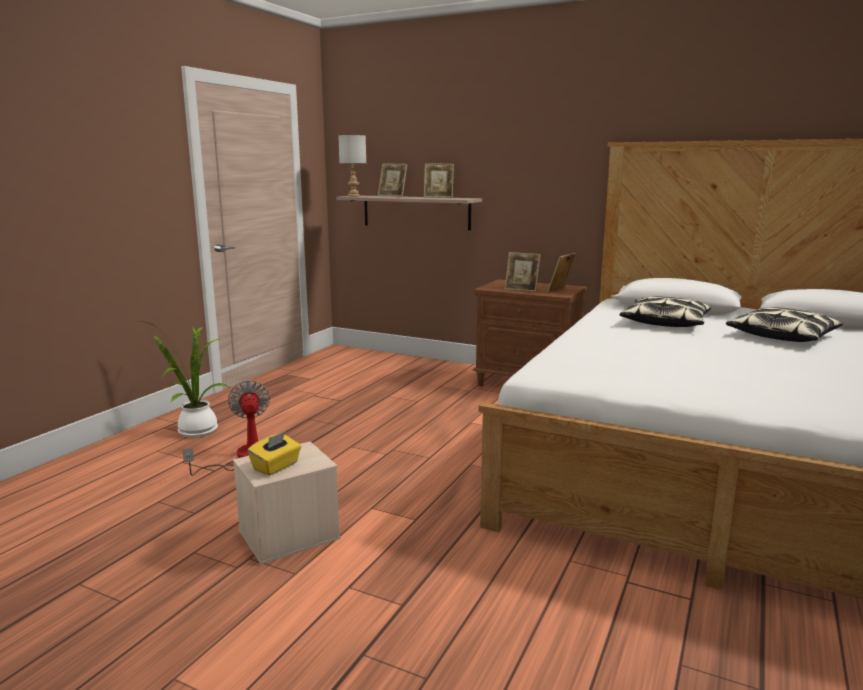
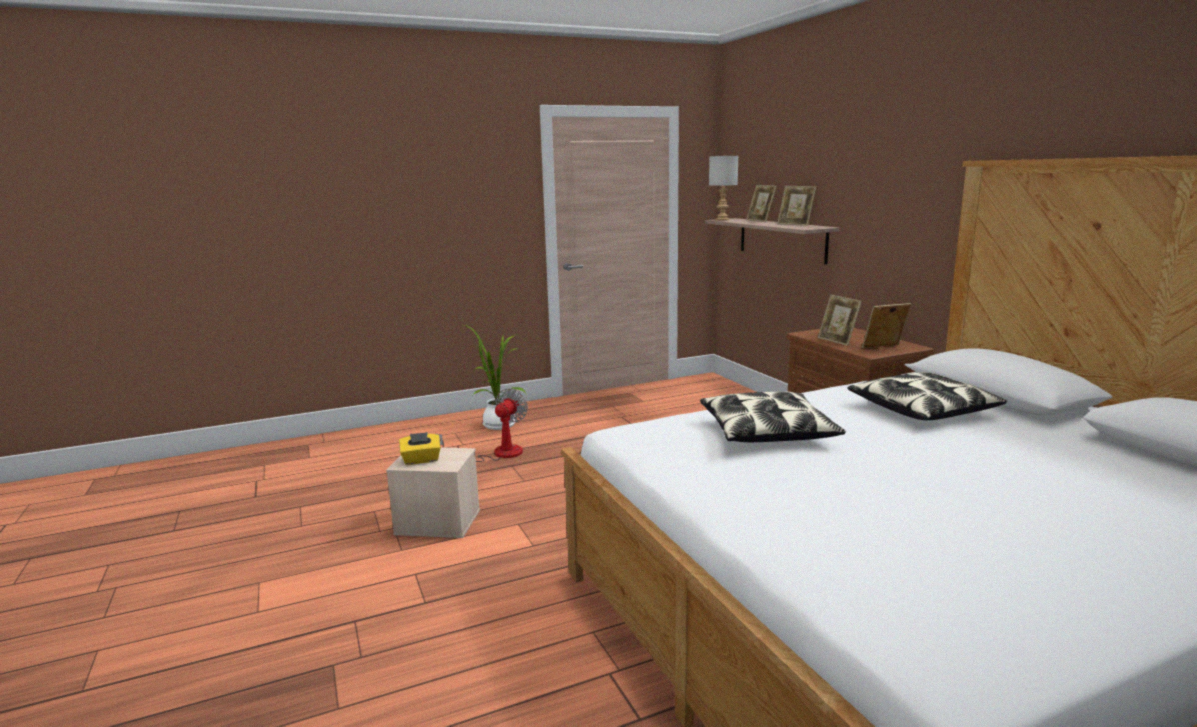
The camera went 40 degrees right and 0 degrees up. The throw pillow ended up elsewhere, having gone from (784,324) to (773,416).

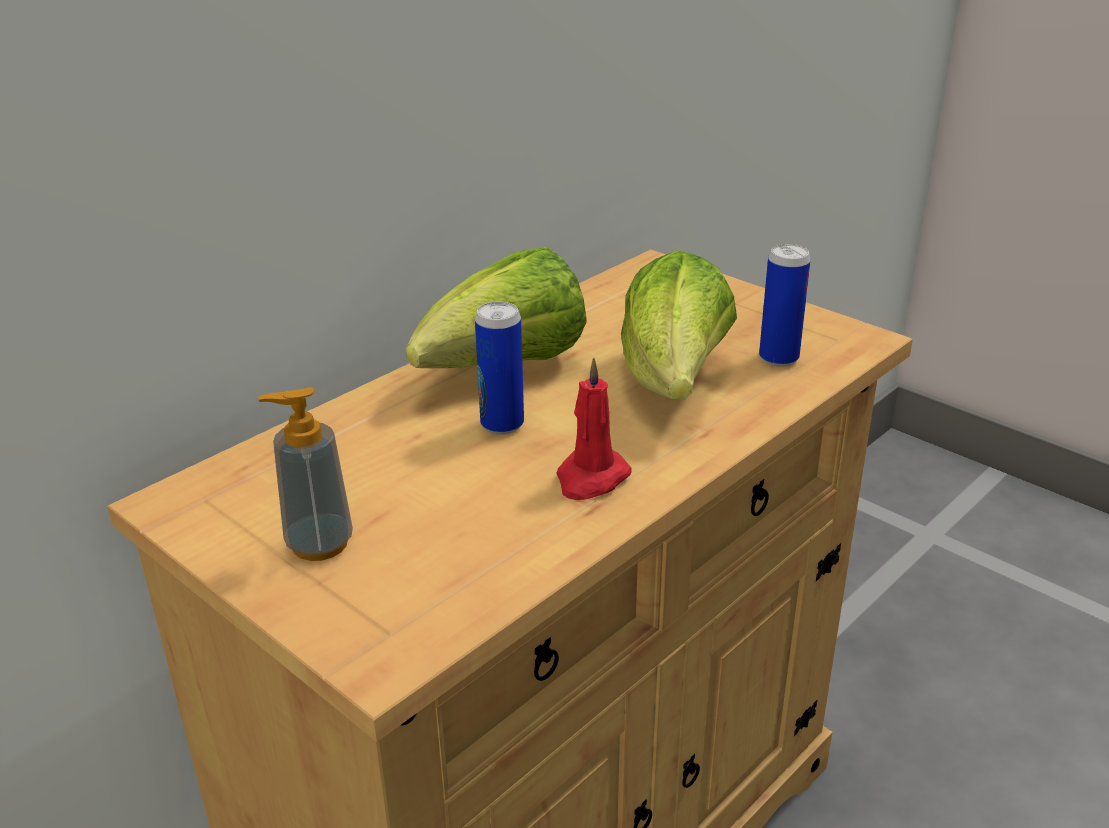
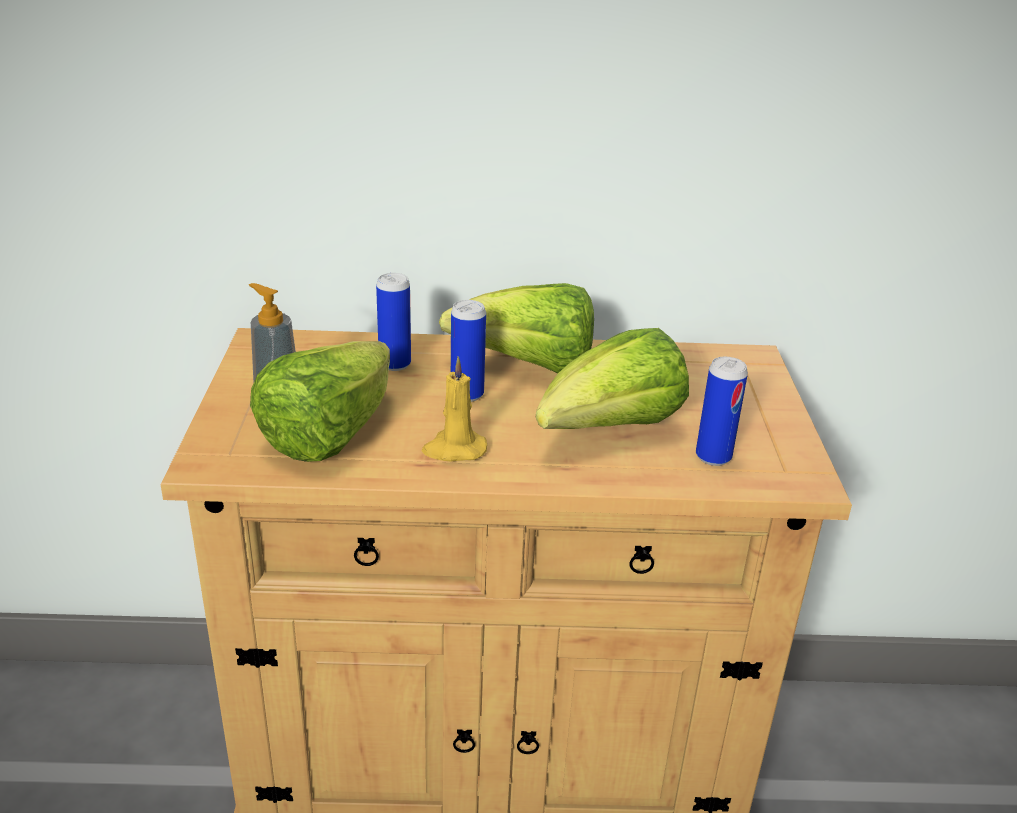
The camera went 45 degrees right and 0 degrees up. The second view gained the lettuce head at (320,401). The second view gained the metal can at (393,322). What was the reddish wax light at (593,428) turned into the yellowish wax light at (454,409).

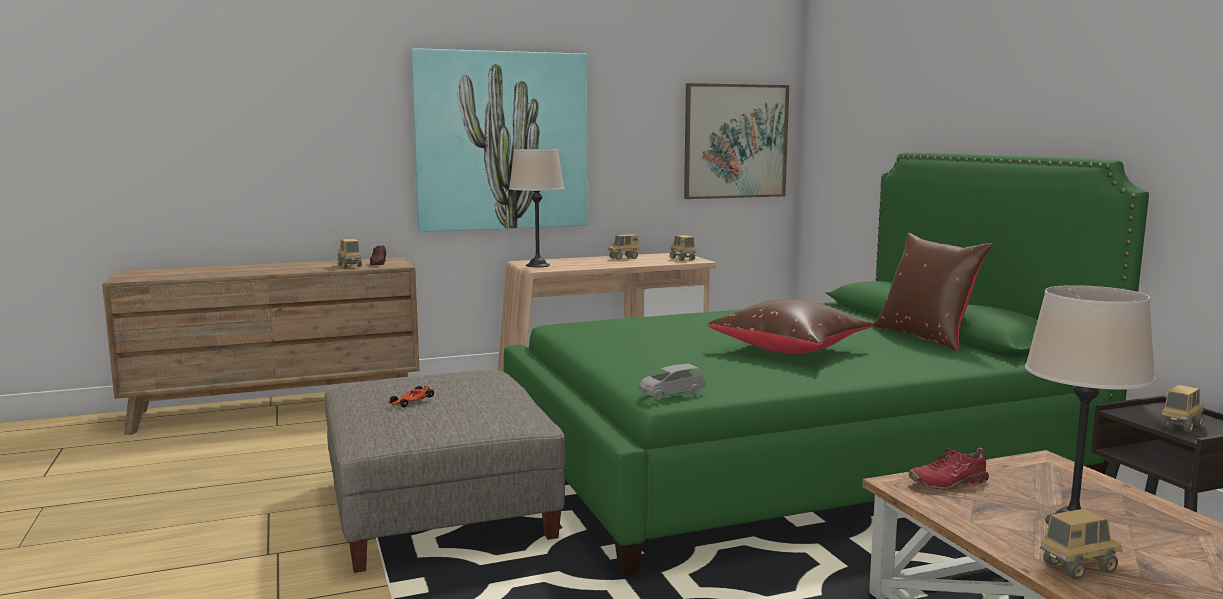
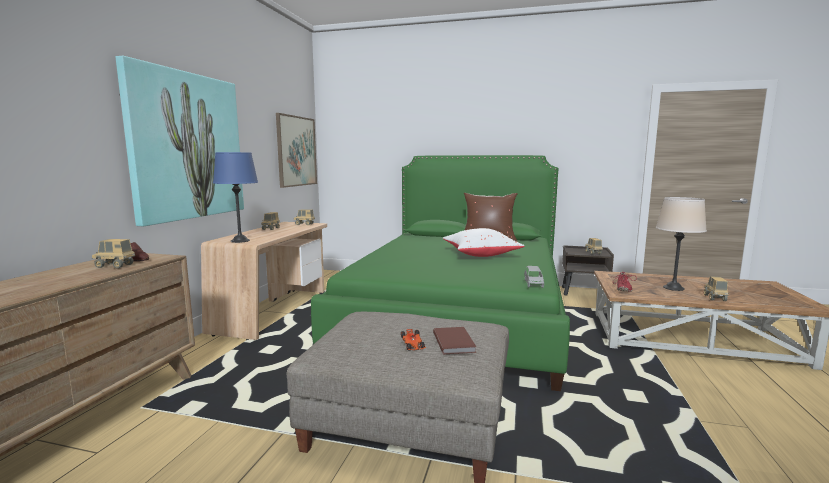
The camera went 55 degrees left and 0 degrees up. What was the sand-coloured lamp for a table at (536,208) turned into the bluish lamp for a table at (235,197). The second view gained the brown-coloured book at (454,340). What was the brown-coloured throw pillow at (791,326) turned into the white throw pillow at (484,242).

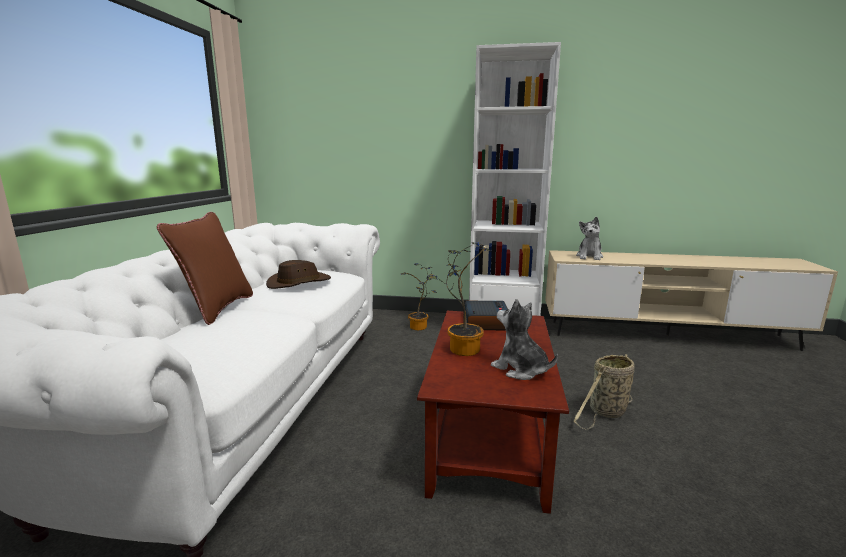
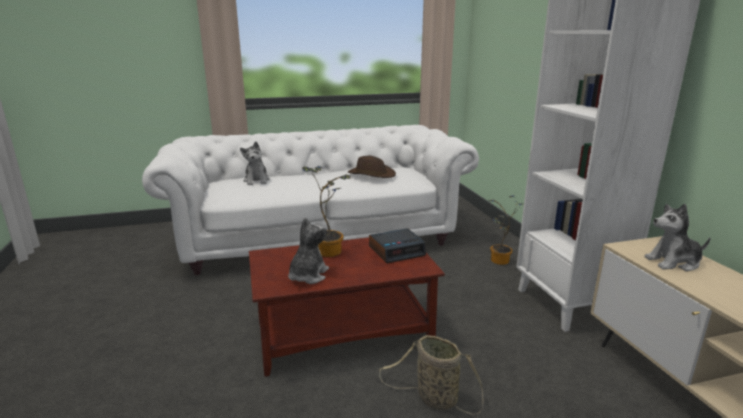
The camera went 65 degrees right and 5 degrees up. The second view gained the cuddly toy at (255,163). The second view lost the brown-coloured throw pillow at (204,268).

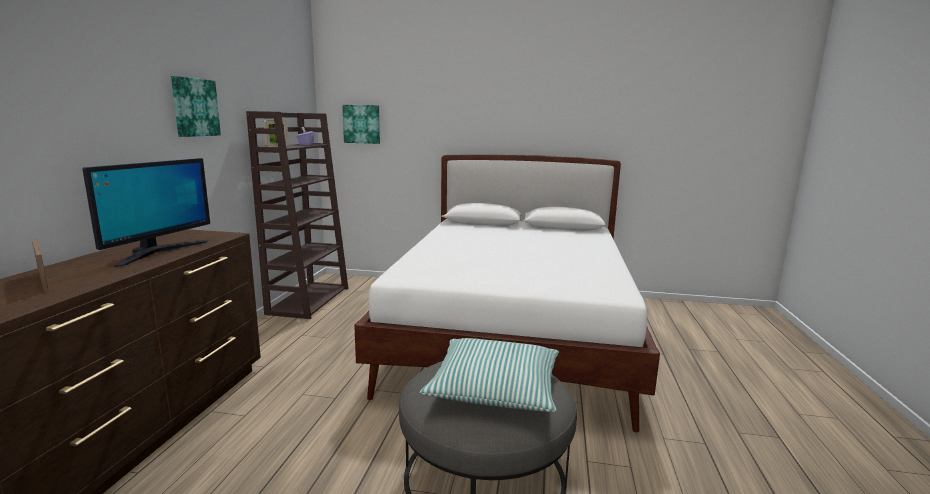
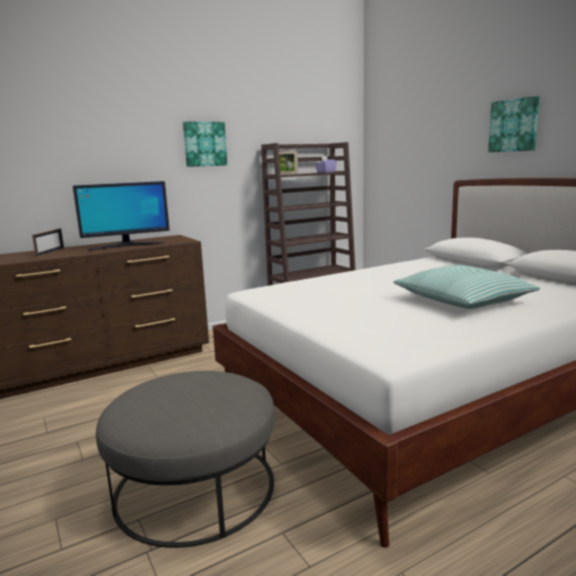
The camera went 50 degrees right and 0 degrees up. The throw pillow ended up elsewhere, having gone from (489,375) to (466,287). The picture ended up elsewhere, having gone from (361,124) to (514,124).

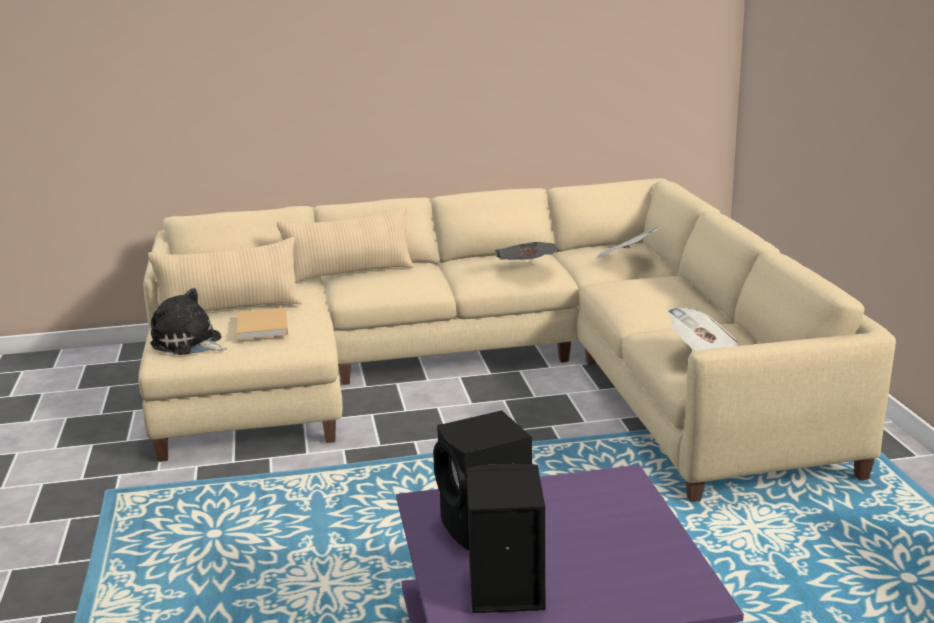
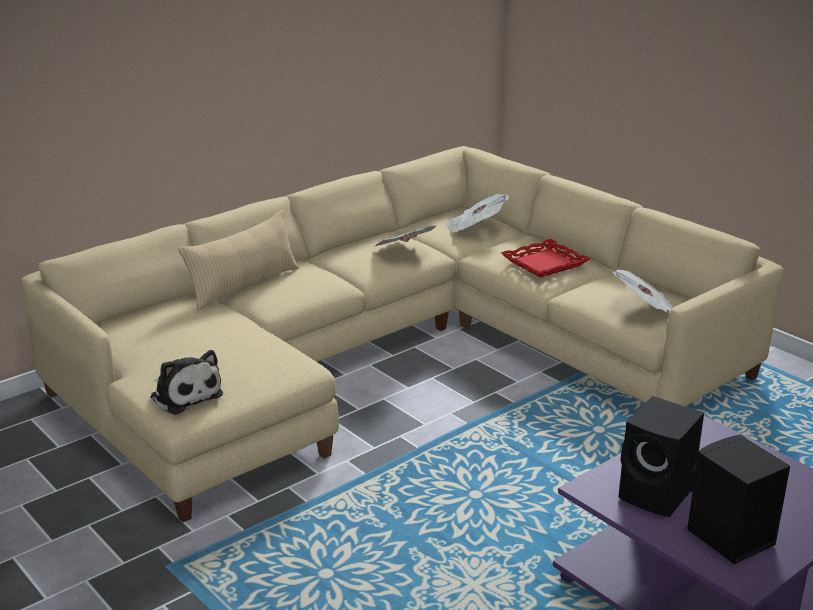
The camera went 30 degrees left and 5 degrees up. The cuddly toy at (188,321) ended up facing another way, 135 degrees counterclockwise from before. The second view gained the reddish tray at (545,258). The second view lost the sand-coloured throw pillow at (225,274). The second view lost the sand-coloured book at (262,323).

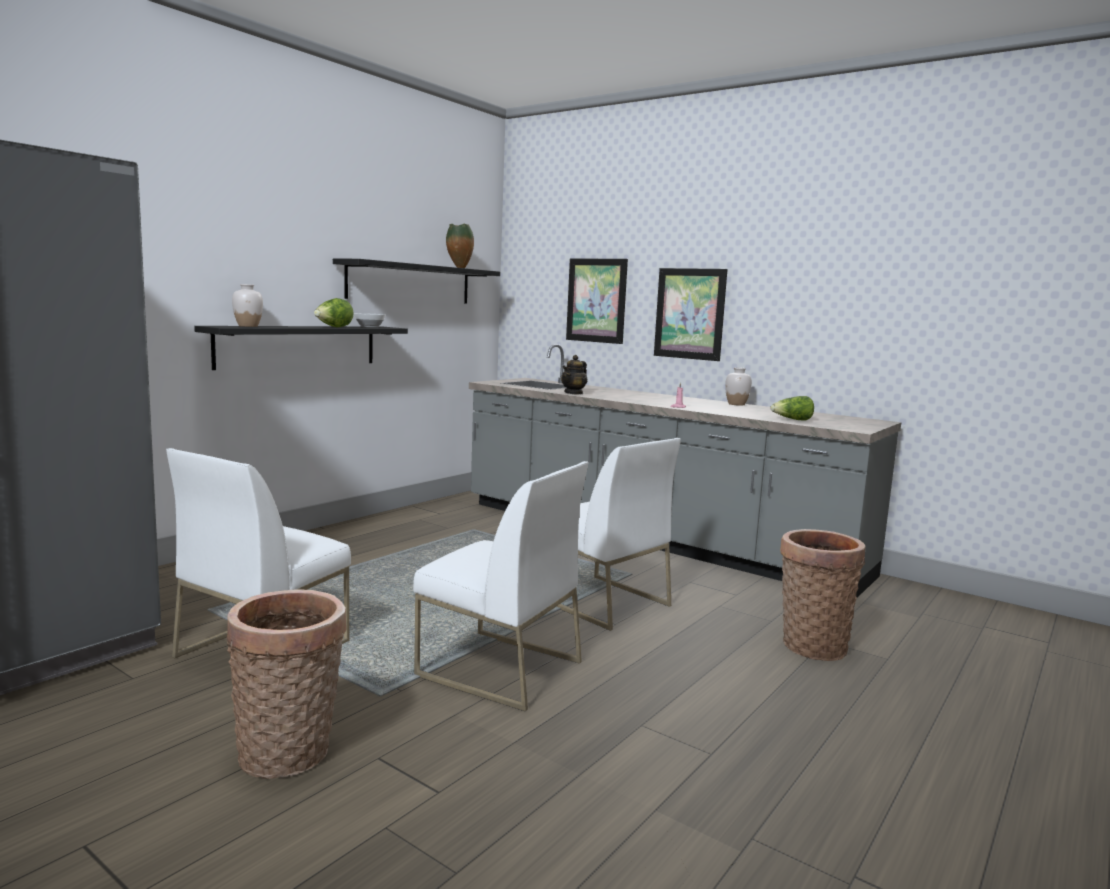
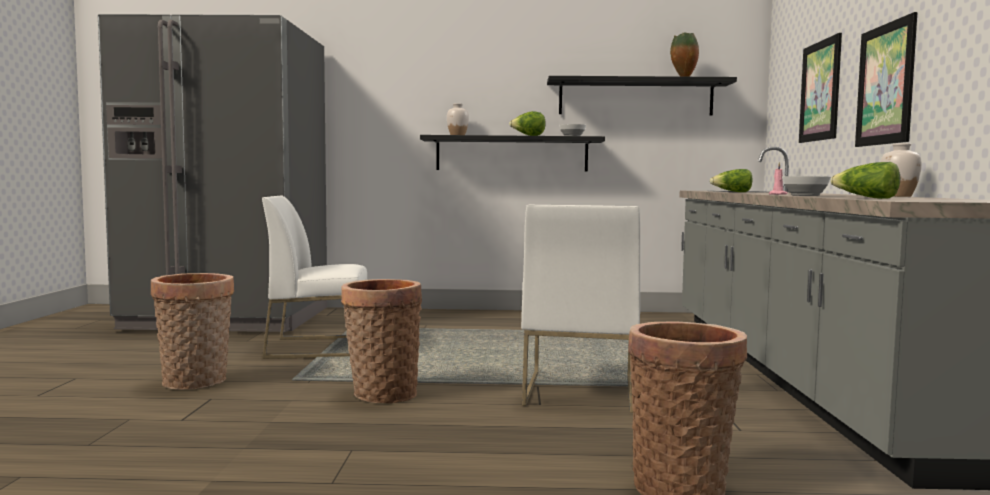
The camera went 55 degrees right and 5 degrees down. Where the white plain chair stood at (501,586), the basket came to stand at (381,341). Where the tea pot stood at (574,375), the lettuce head came to stand at (731,180). The second view gained the bowl at (806,186).

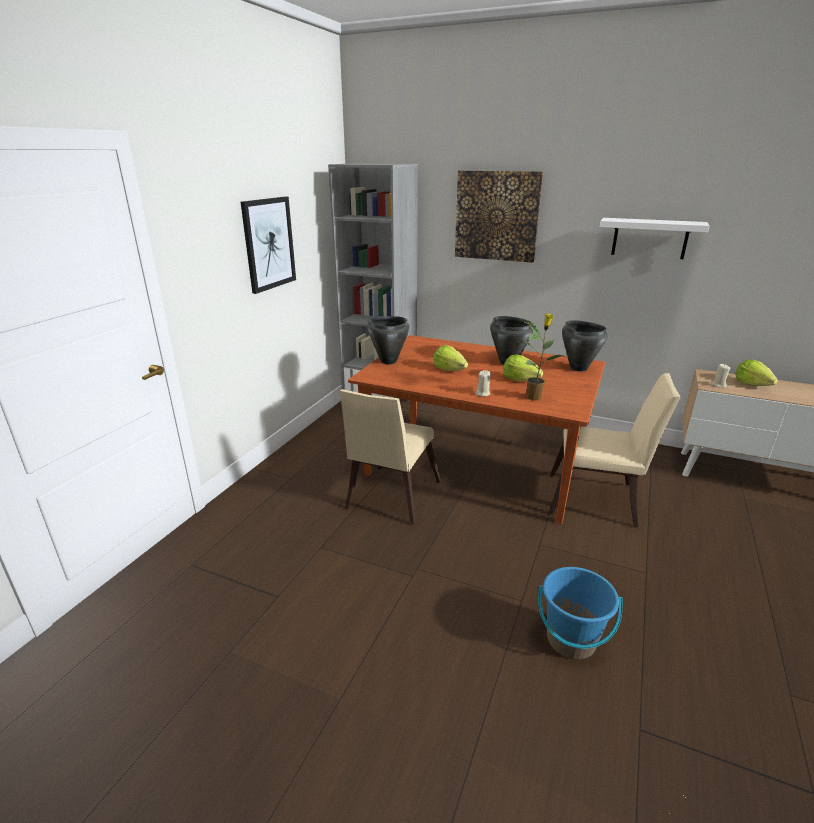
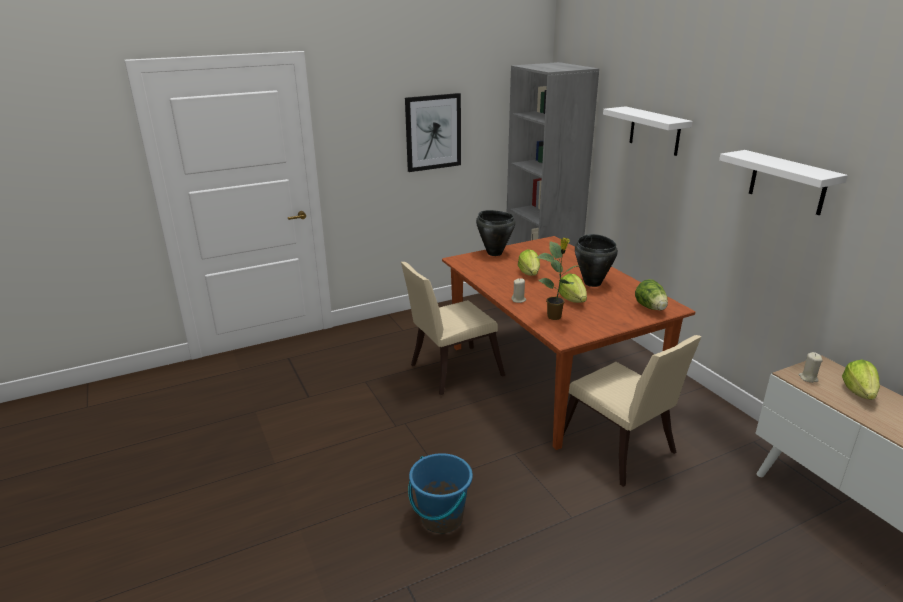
The camera went 40 degrees right and 0 degrees up. Where the picture hung at (499,216), the white bracket shelf came to hang at (648,131). Where the black-coloured cooking pot stood at (584,346), the lettuce head came to stand at (651,294).

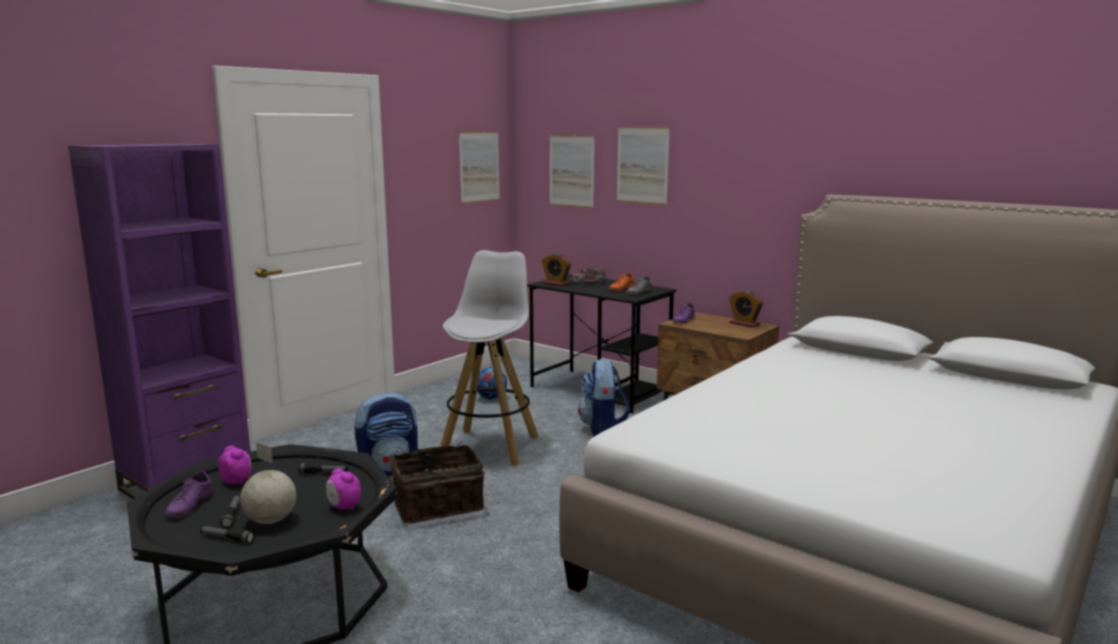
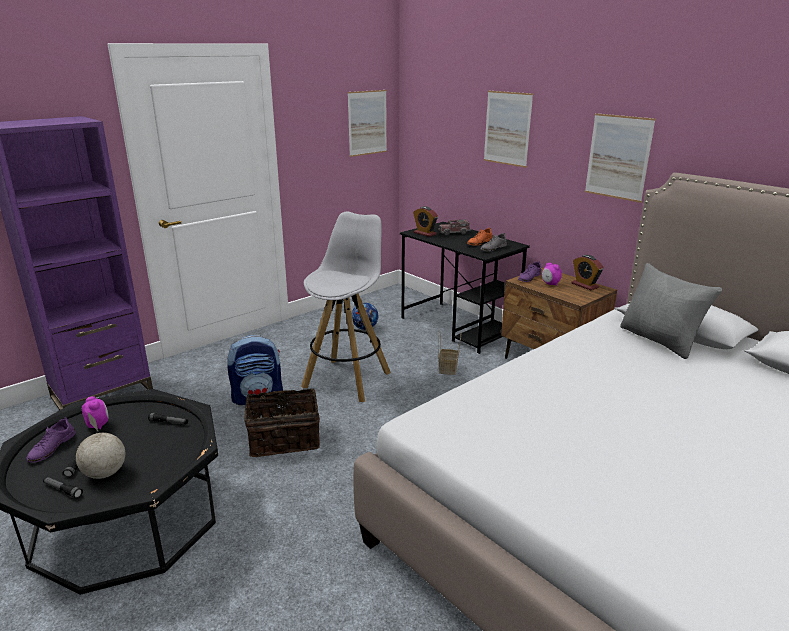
The camera went 10 degrees right and 10 degrees up. Where the knapsack stood at (604,397), the basket came to stand at (450,353). The table clock ended up elsewhere, having gone from (343,489) to (551,274). The picture ended up elsewhere, having gone from (572,171) to (620,158). The second view gained the grey throw pillow at (671,311).

